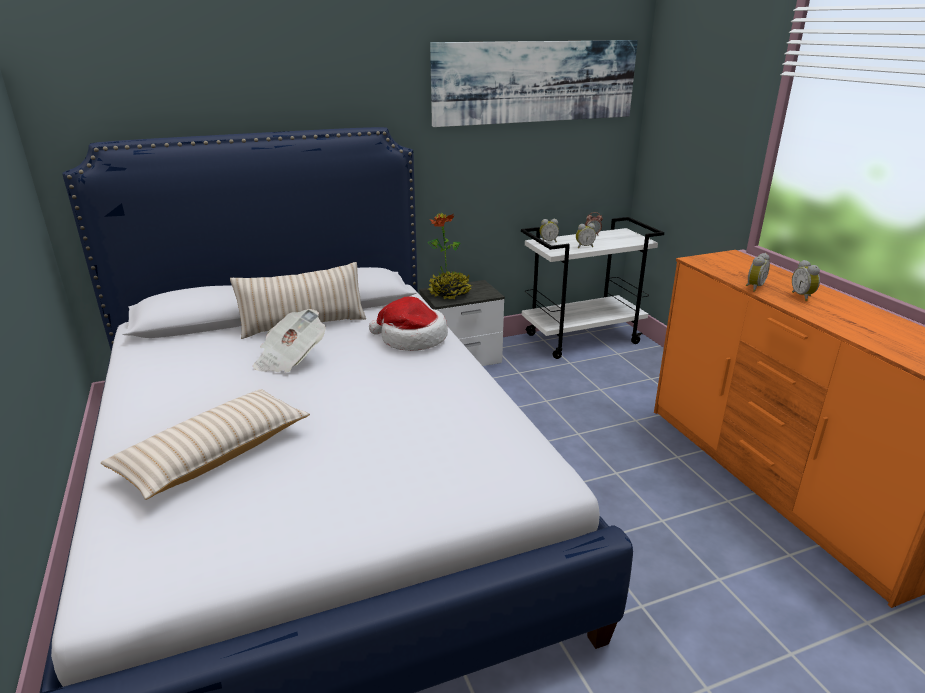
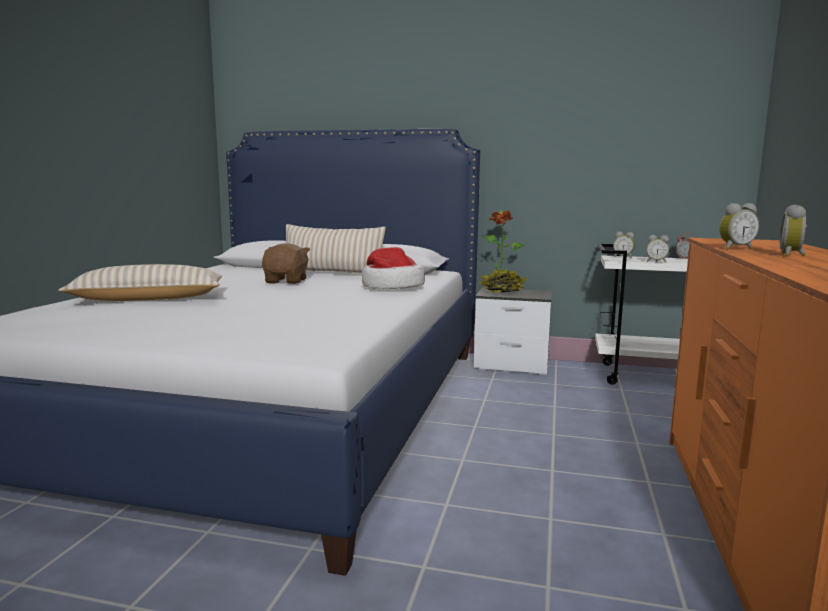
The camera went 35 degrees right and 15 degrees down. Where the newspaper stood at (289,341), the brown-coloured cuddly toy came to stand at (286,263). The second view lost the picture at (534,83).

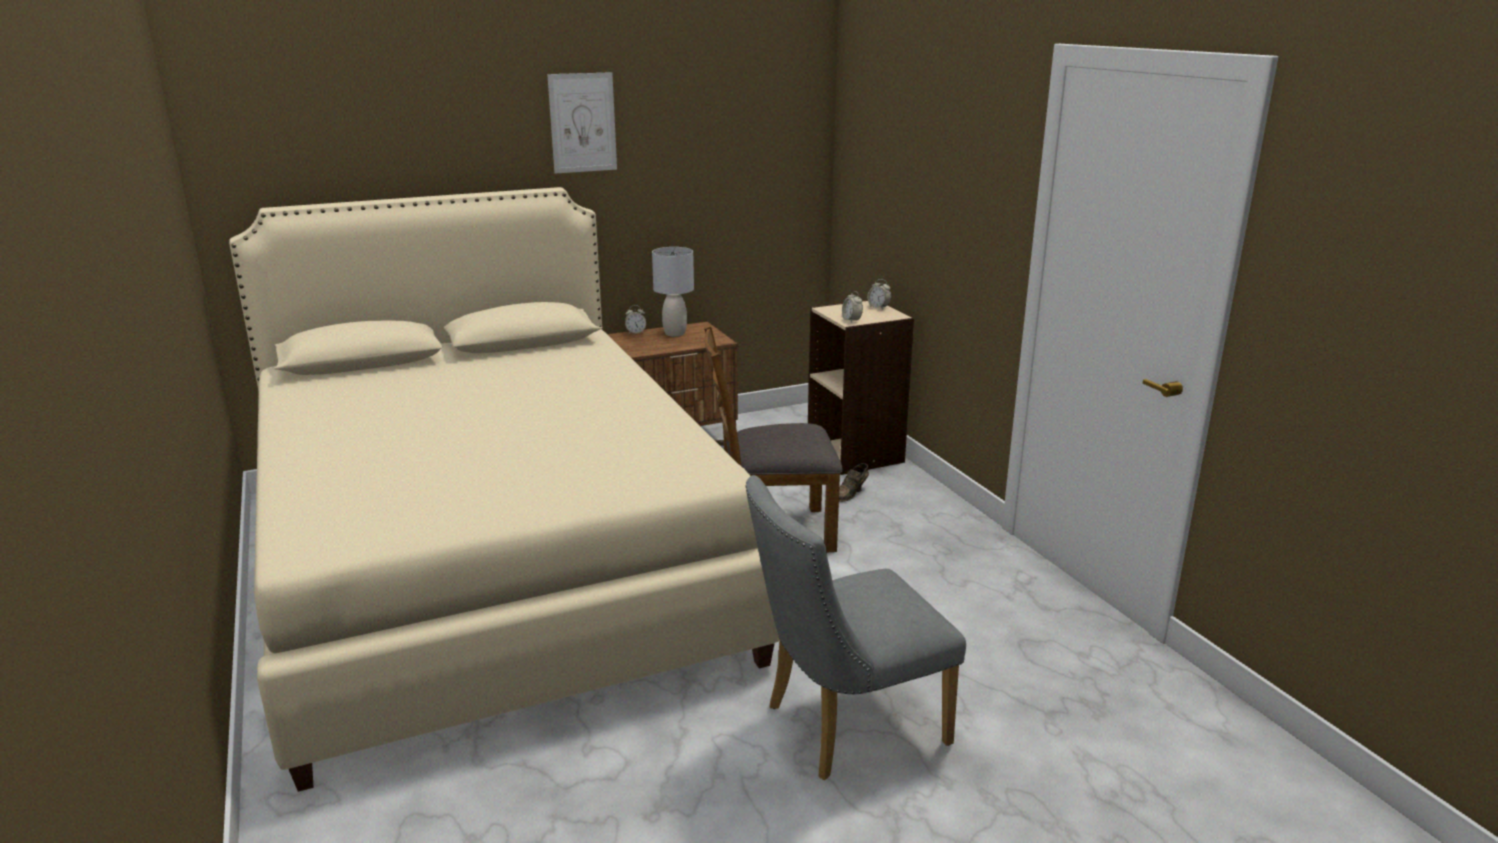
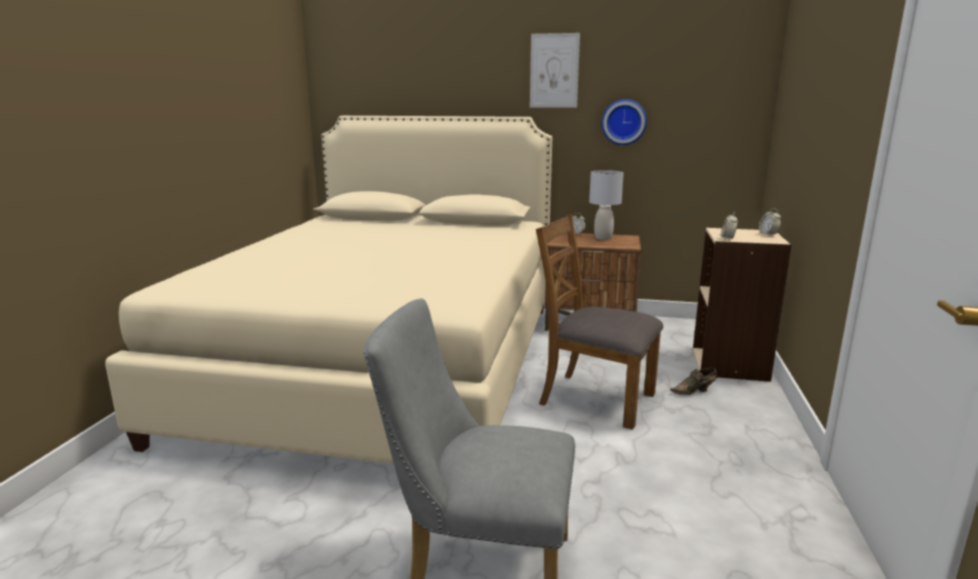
The camera went 35 degrees right and 5 degrees down. The second view gained the hanging clock at (624,122).

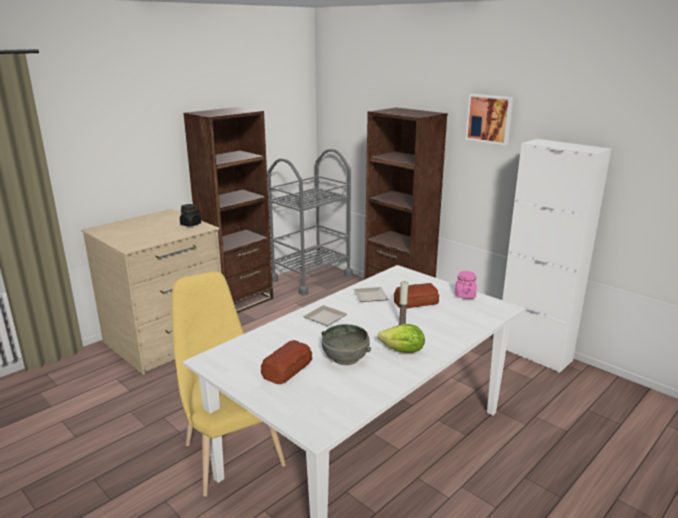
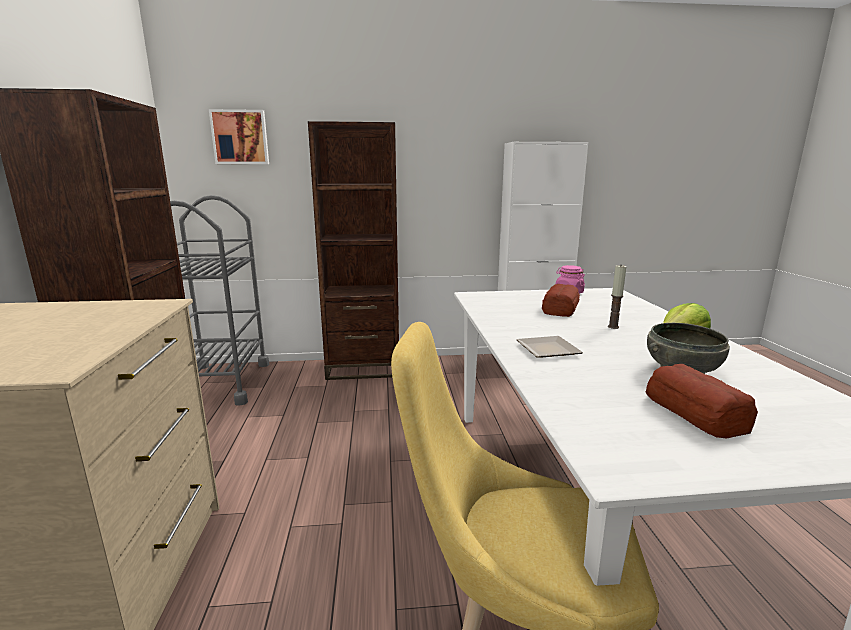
The camera went 50 degrees left and 5 degrees down. The picture ended up elsewhere, having gone from (489,119) to (239,136). The second view lost the black-coloured jar at (190,215). The second view lost the plate at (371,294).

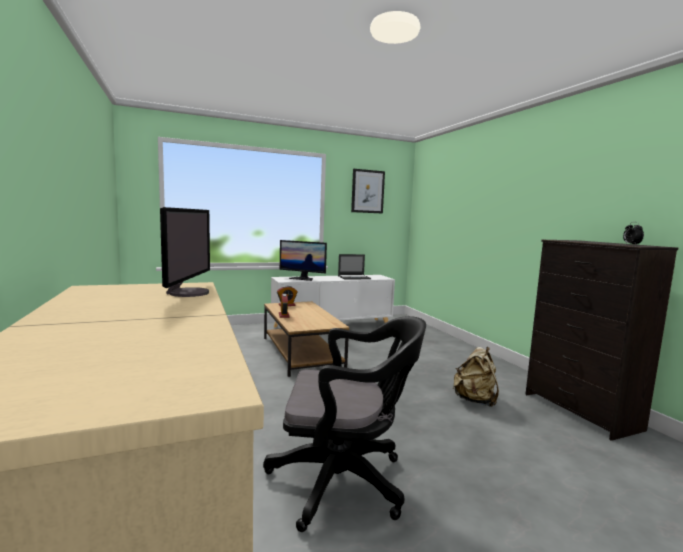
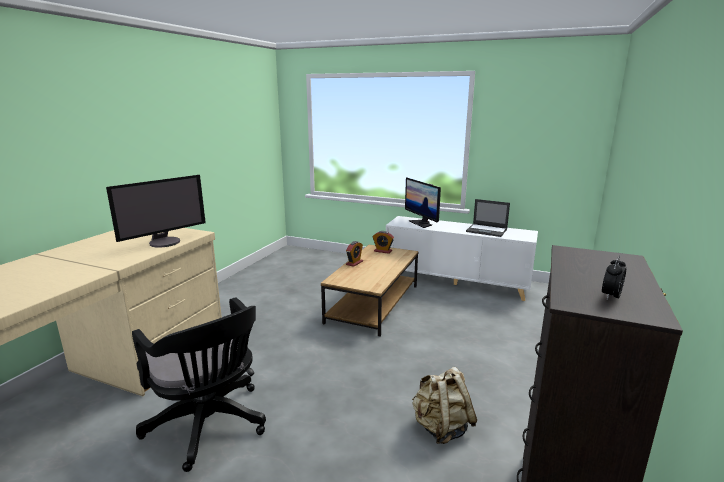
The camera went 45 degrees right and 10 degrees up. The second view lost the picture at (368,191).

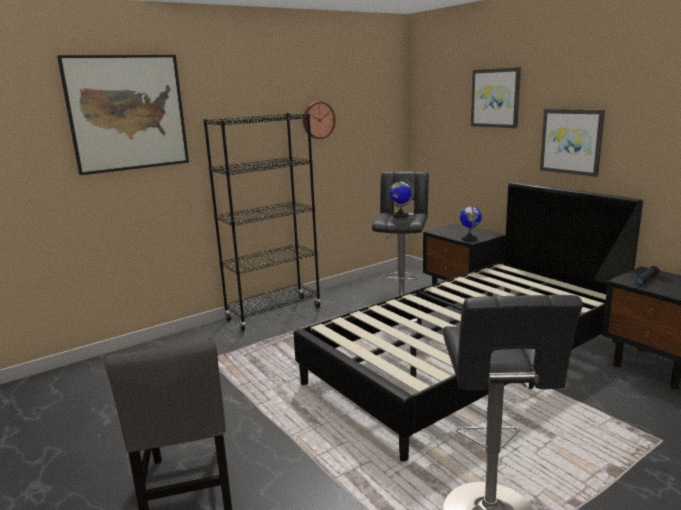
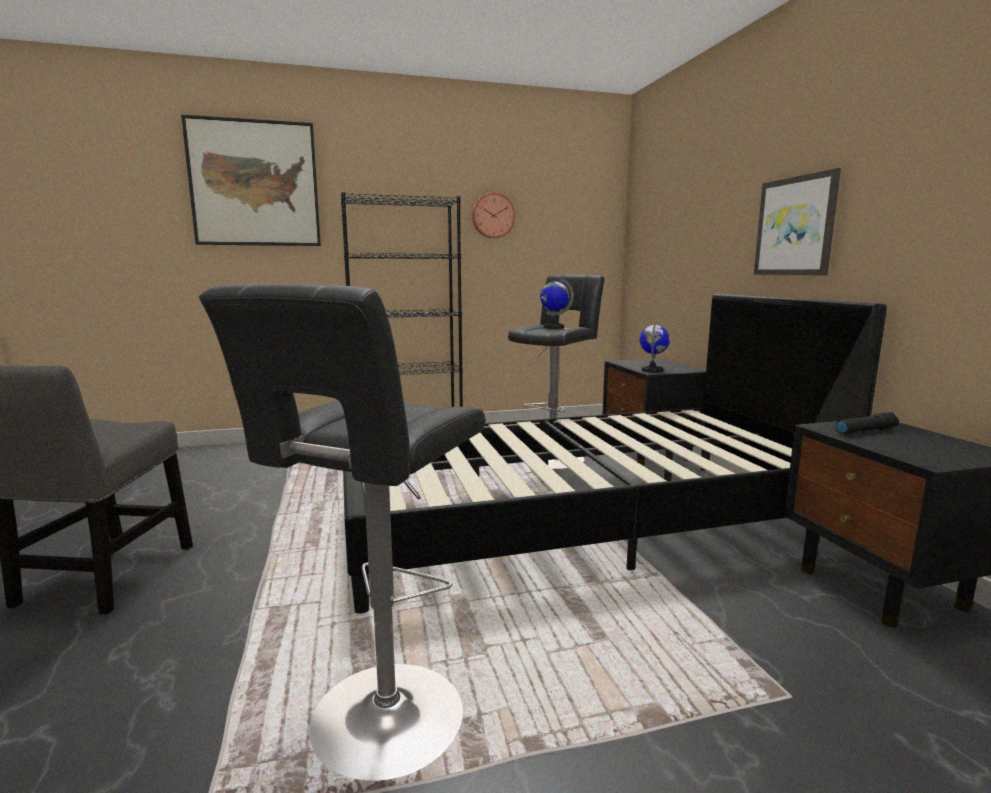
The camera went 20 degrees right and 5 degrees down. The second view lost the picture at (496,97).

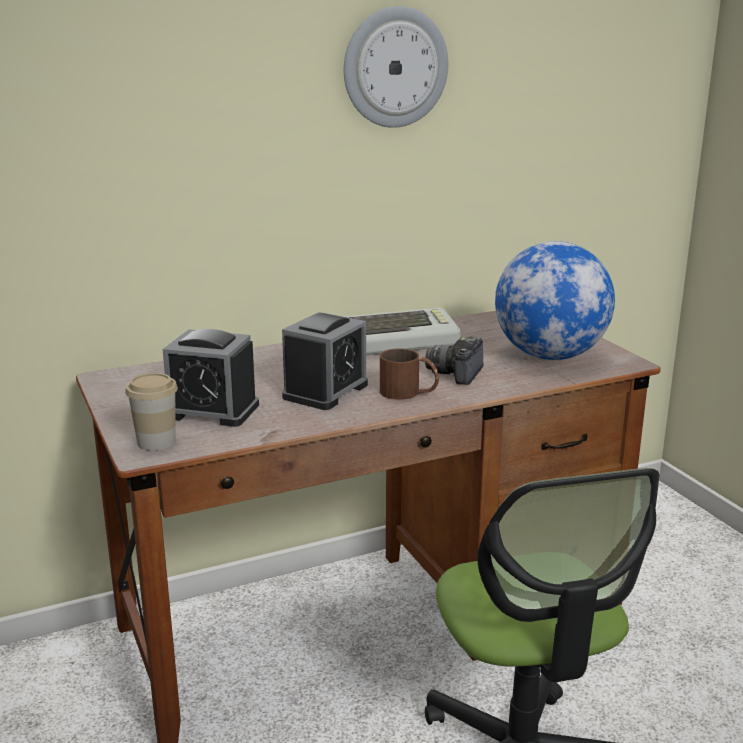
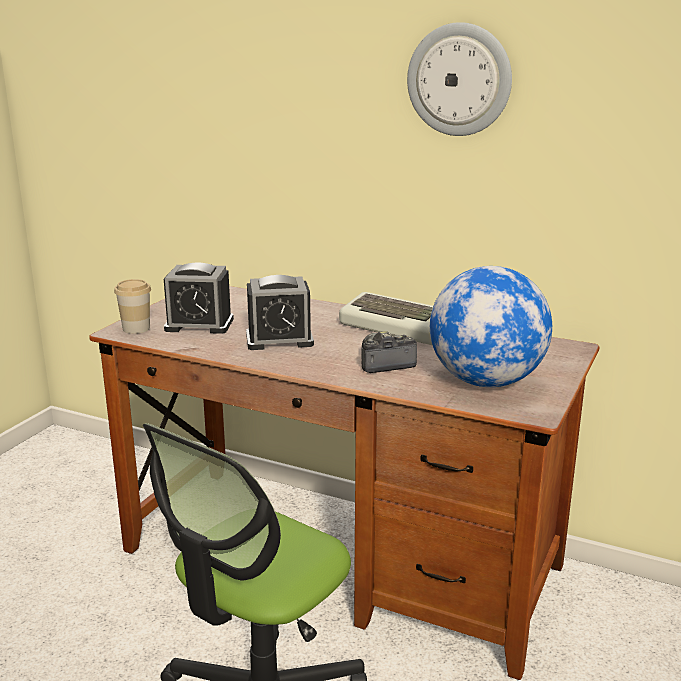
The camera went 50 degrees right and 0 degrees up. The table clock at (211,378) ended up facing another way, 60 degrees counterclockwise from before. The second view lost the brown-coloured coffee mug at (409,374).

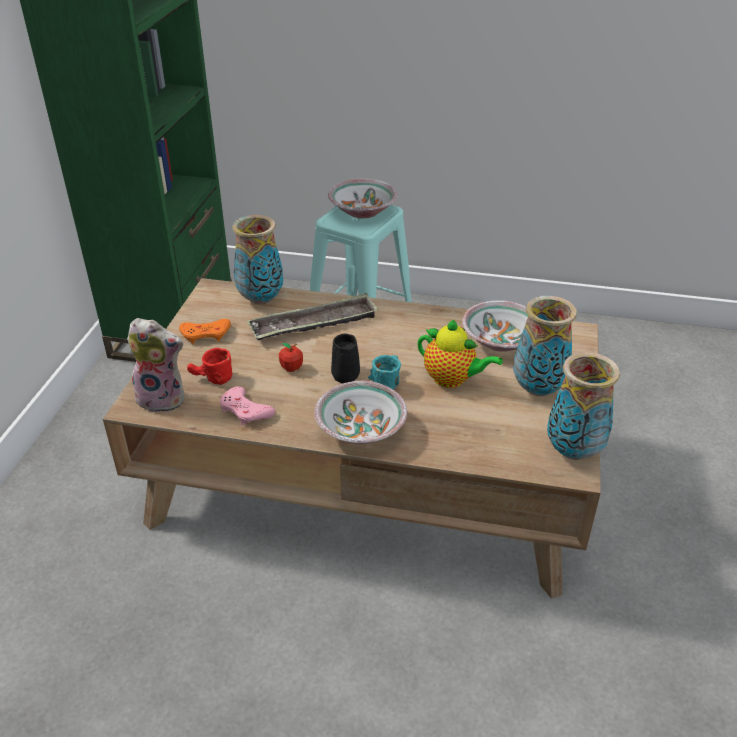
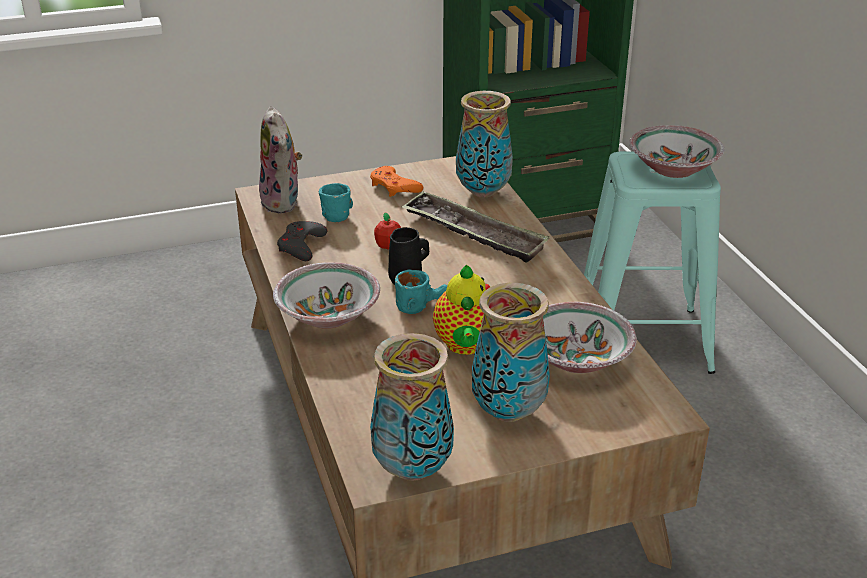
The camera went 60 degrees right and 5 degrees down. What was the pink-coloured game controller at (247,406) turned into the grey game controller at (302,241). What was the reddish coffee mug at (209,366) turned into the blue-green coffee mug at (336,202).

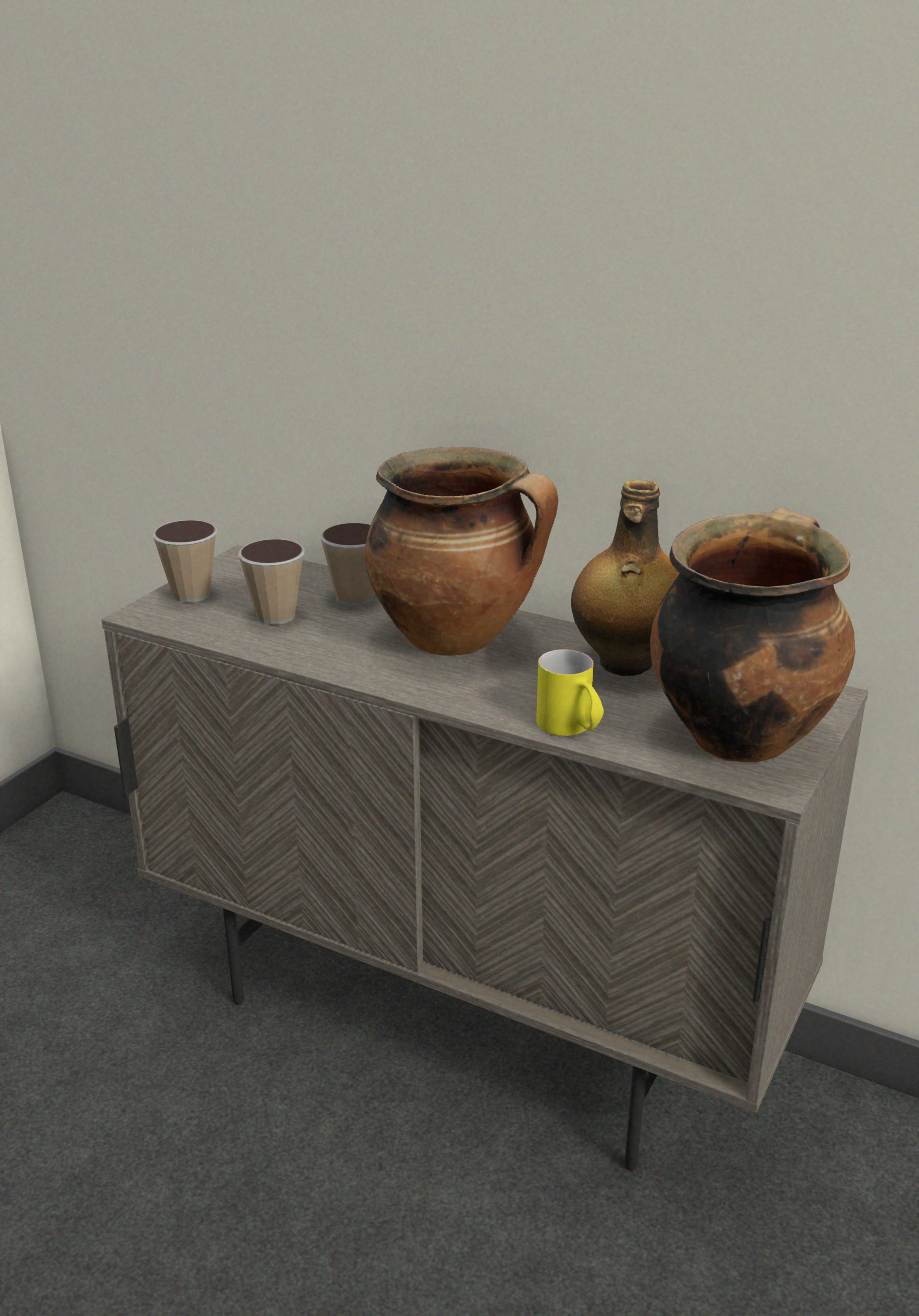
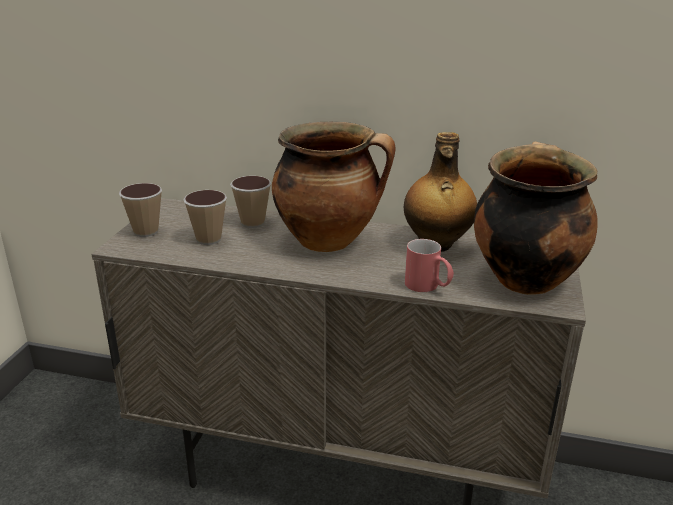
The camera went 15 degrees left and 0 degrees up. What was the yellowish coffee mug at (570,692) turned into the reddish coffee mug at (429,265).

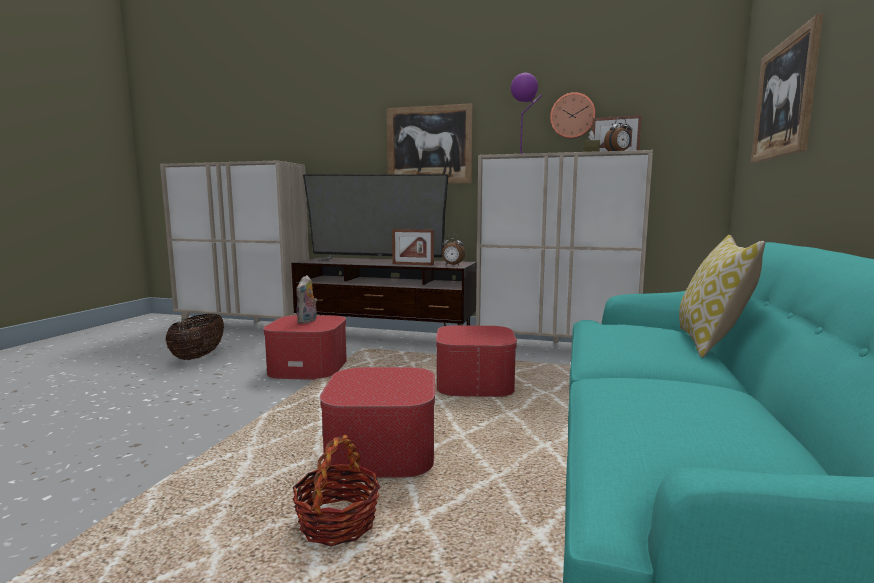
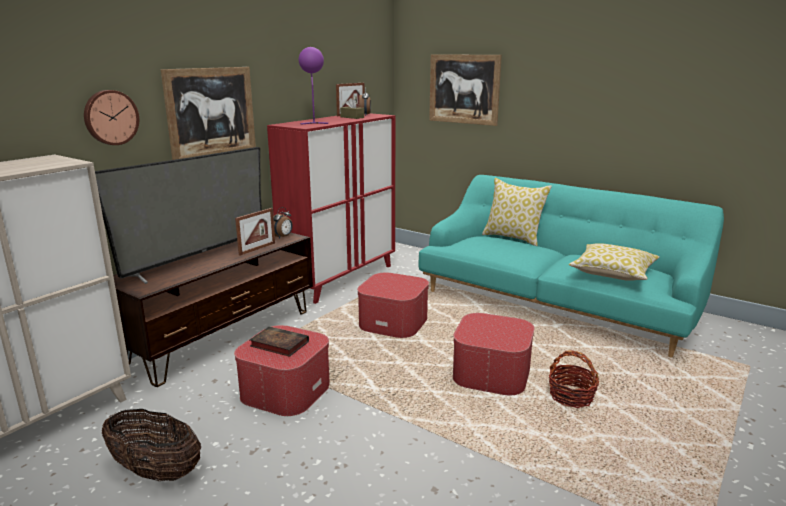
The camera went 70 degrees left and 10 degrees up. The hanging clock ended up elsewhere, having gone from (573,115) to (111,117). Where the cuddly toy stood at (306,299), the book came to stand at (279,341). What was the sand-coloured storage cabinet at (564,246) turned into the reddish storage cabinet at (331,208). The second view gained the throw pillow at (614,262).

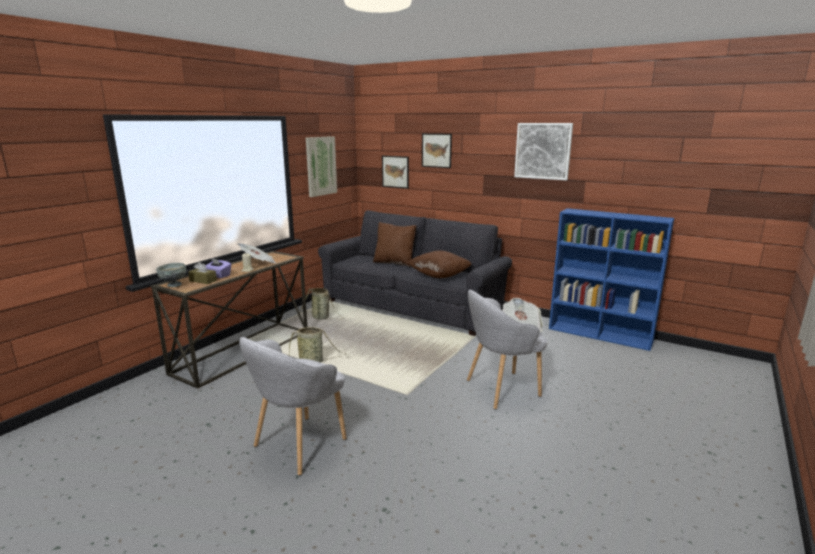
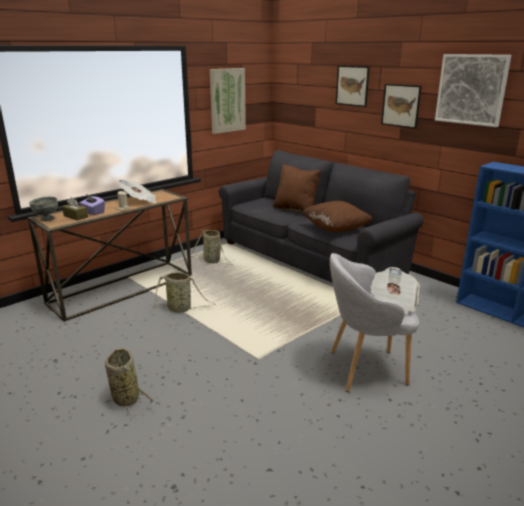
The camera went 15 degrees right and 5 degrees up. Where the grey easy chair stood at (293,406), the basket came to stand at (129,382). The picture ended up elsewhere, having gone from (395,172) to (401,106).

